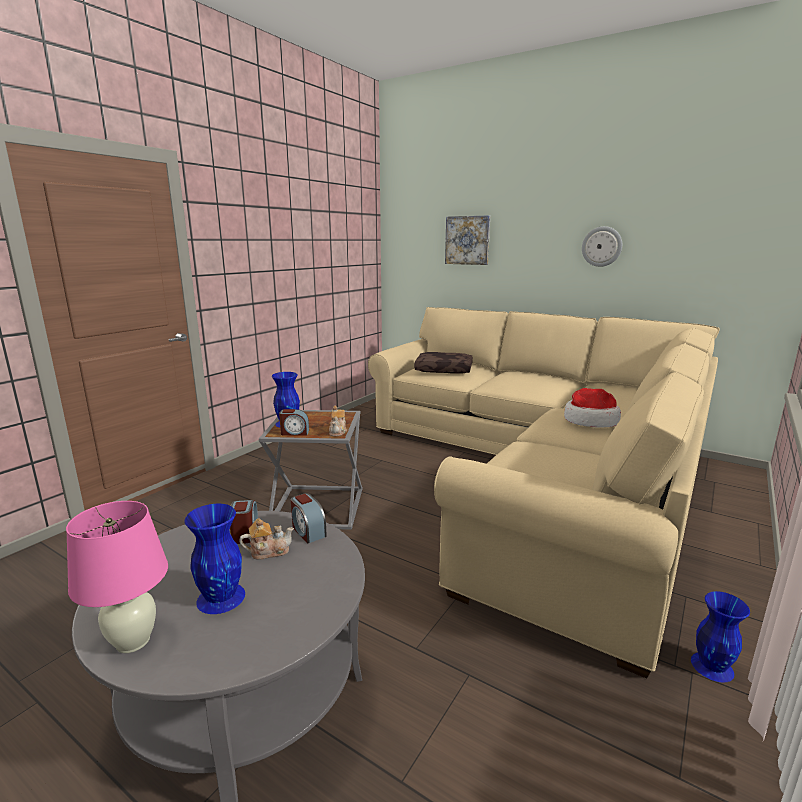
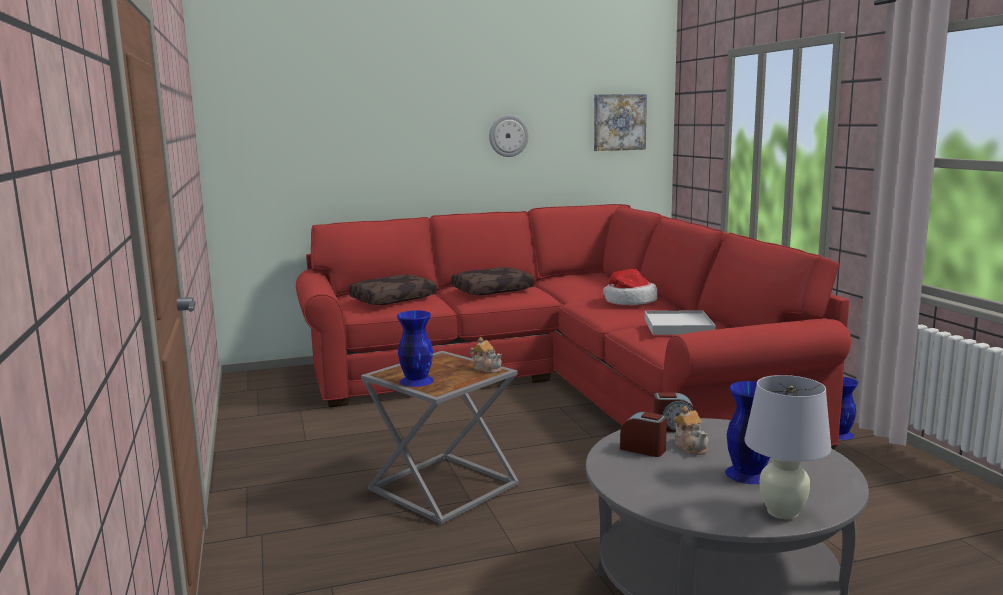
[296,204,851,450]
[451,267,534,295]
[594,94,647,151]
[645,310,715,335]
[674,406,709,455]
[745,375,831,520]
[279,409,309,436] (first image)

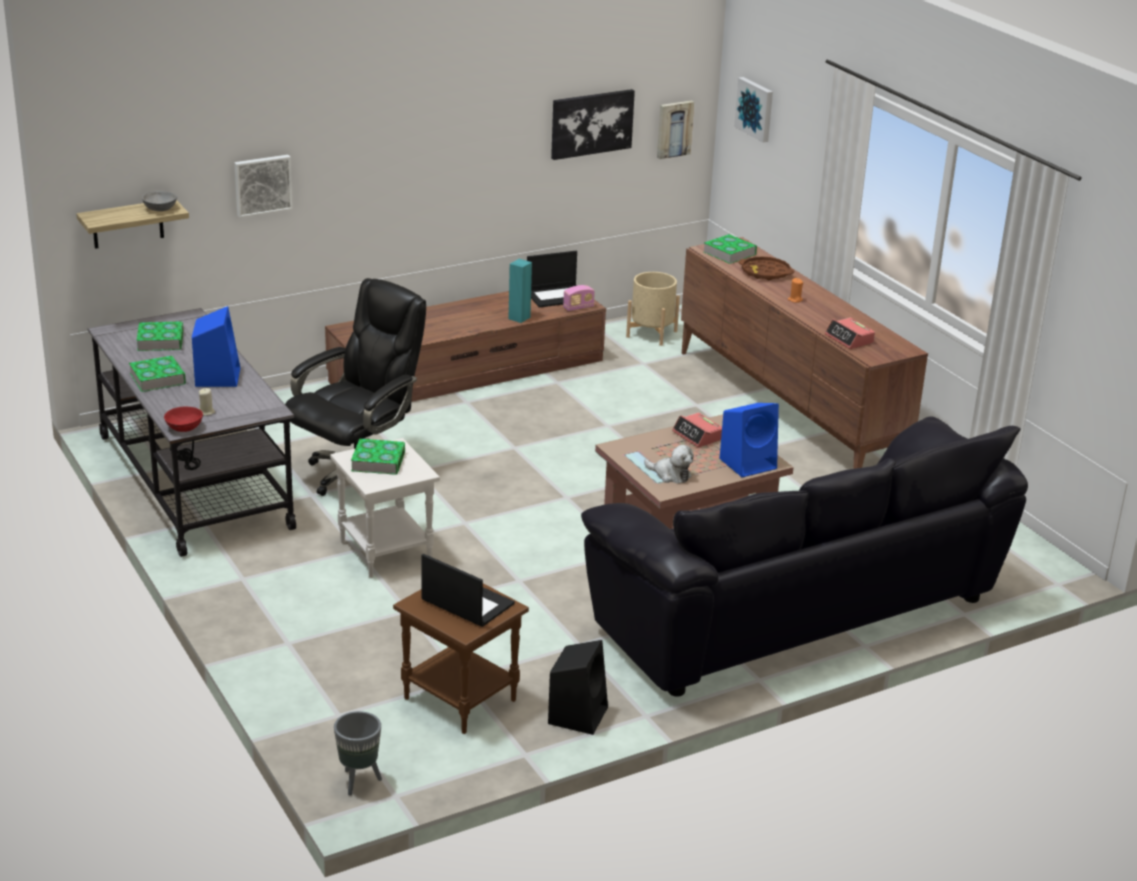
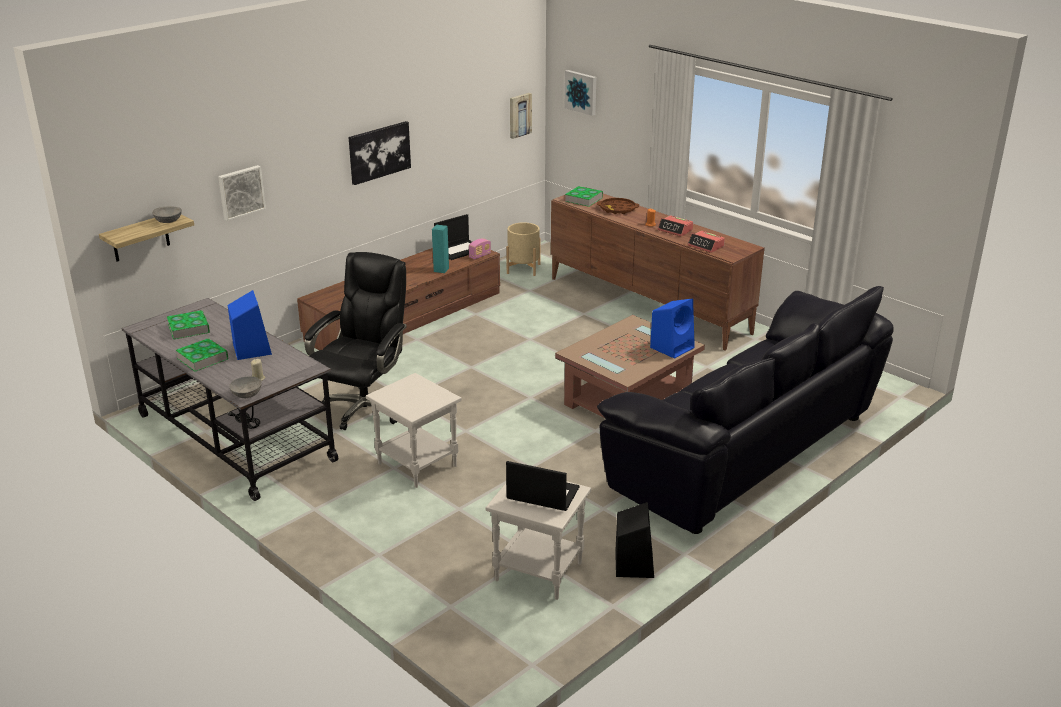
[229,376,262,398]
[348,121,411,185]
[485,481,591,600]
[657,215,693,236]
[334,711,382,796] (first image)
[351,439,405,475] (first image)
[644,445,694,484] (first image)

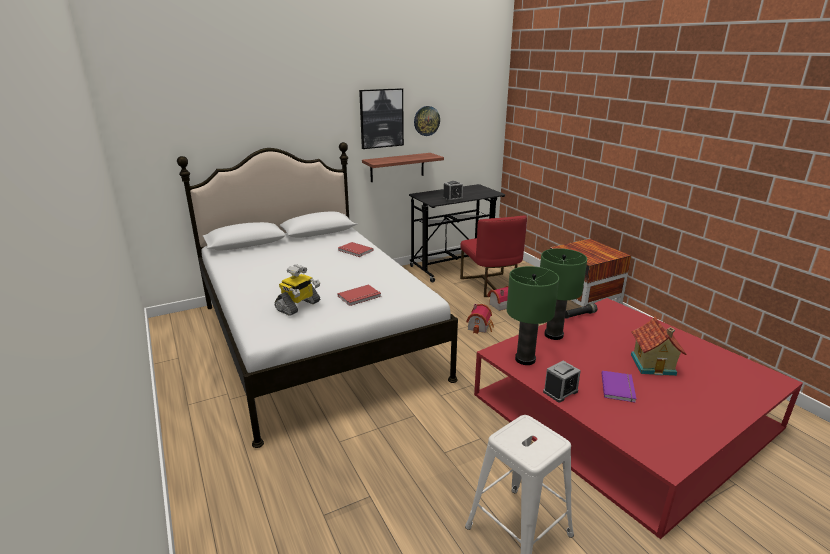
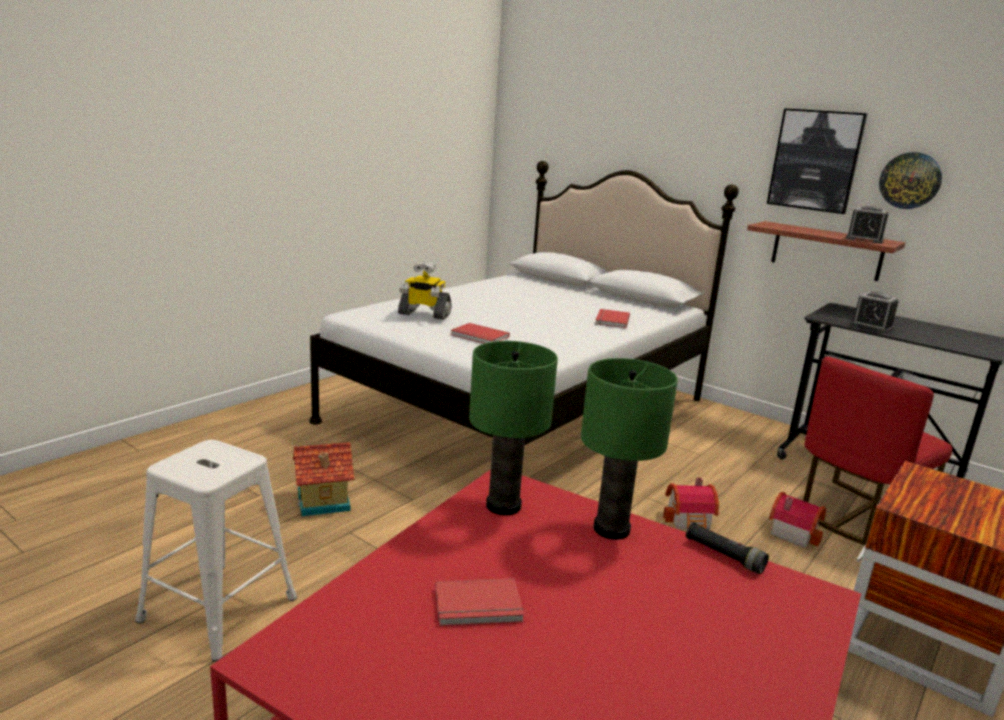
[293,442,355,516]
[435,578,524,626]
[846,206,889,244]

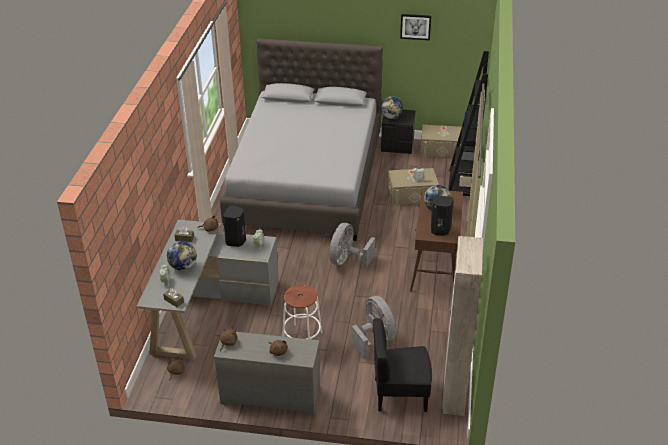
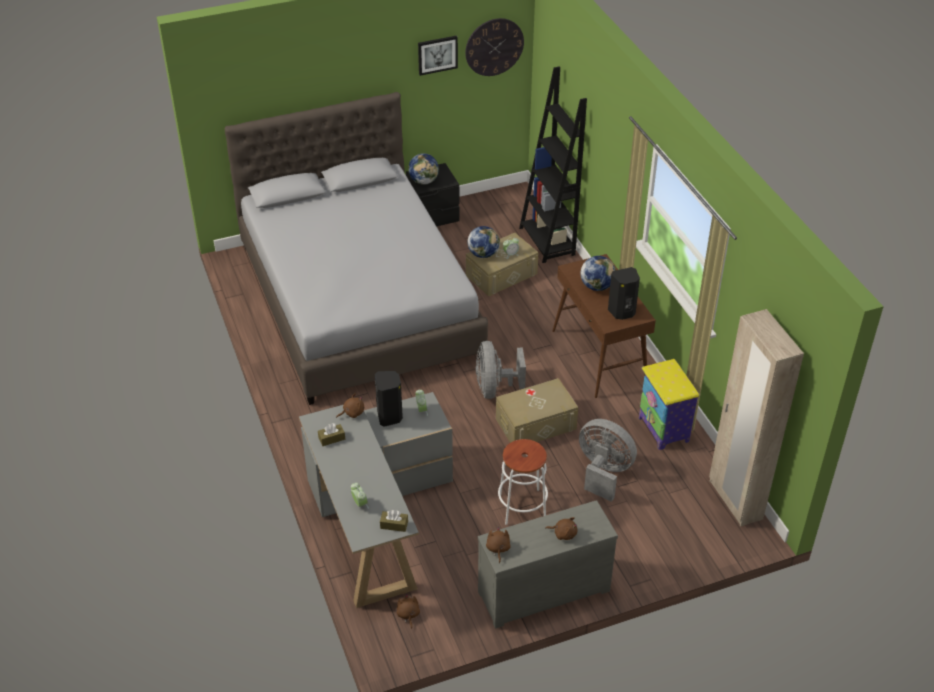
[465,18,524,76]
[468,226,500,258]
[496,378,578,443]
[639,359,700,450]
[373,318,432,412] (first image)

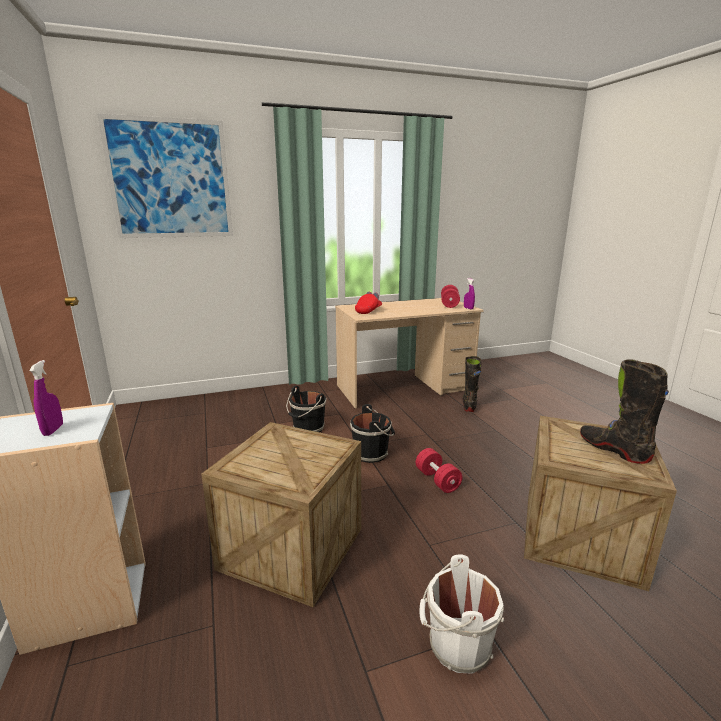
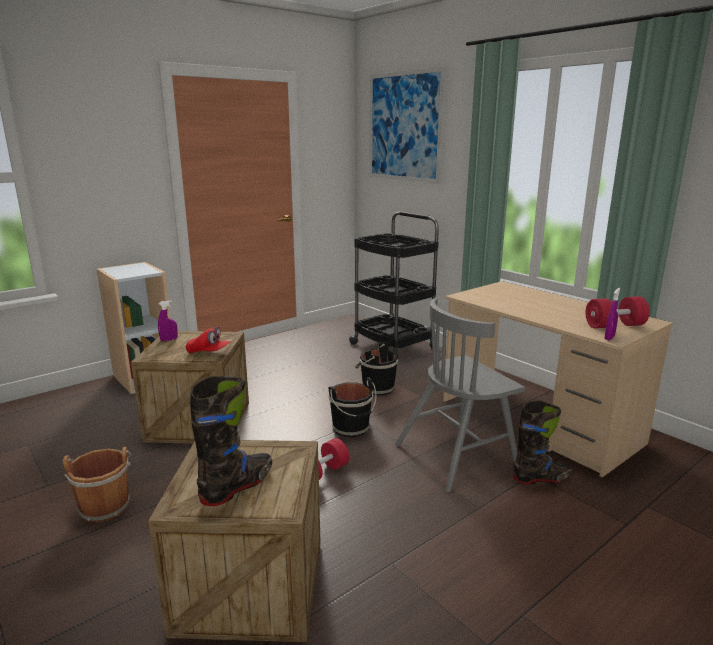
[62,447,131,522]
[158,300,178,341]
[186,327,230,353]
[349,211,439,356]
[395,298,525,492]

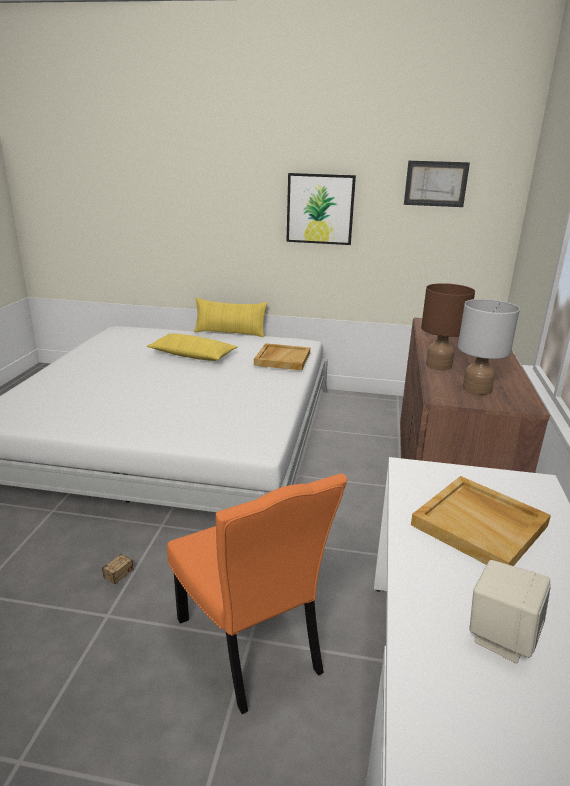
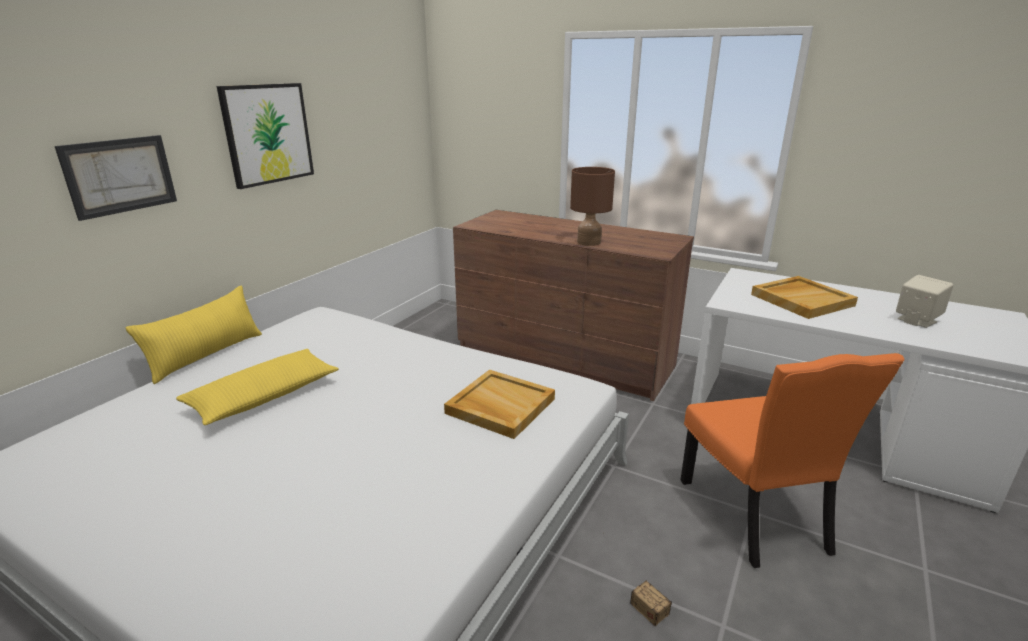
[55,135,177,221]
[444,370,555,439]
[680,353,904,568]
[458,299,520,395] (first image)

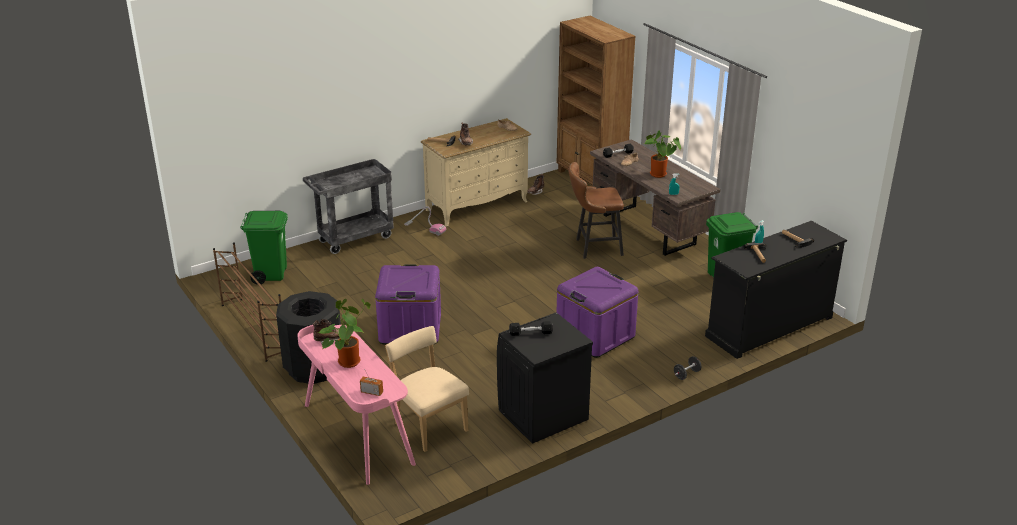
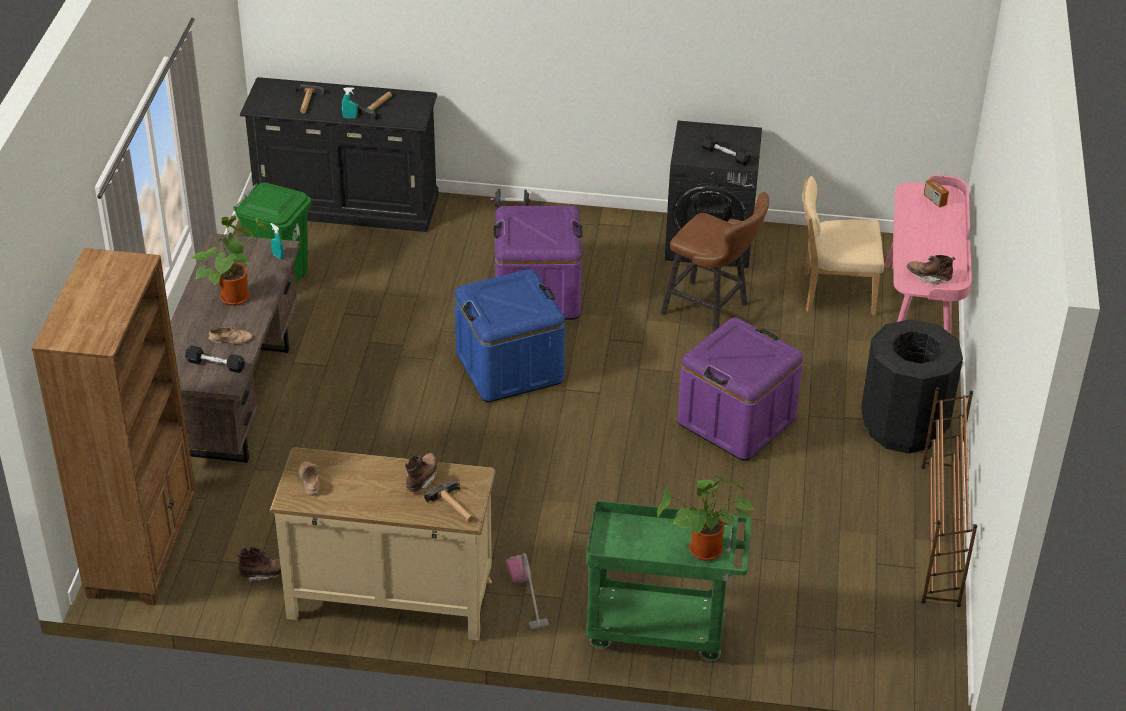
[454,269,565,402]
[586,501,752,661]
[657,475,754,561]
[661,192,769,332]
[803,176,884,316]
[240,211,288,285] (first image)

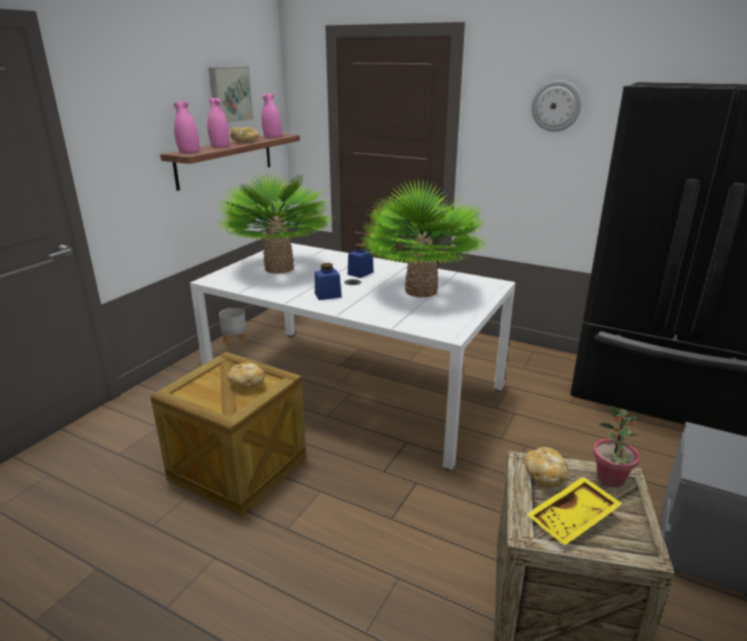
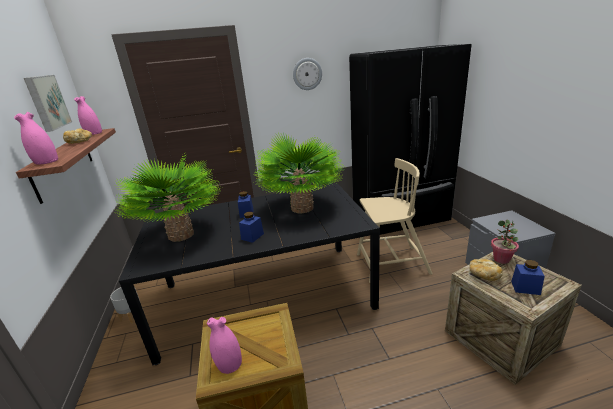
[119,183,380,365]
[207,317,242,374]
[357,158,433,283]
[511,260,545,295]
[227,362,265,389] (first image)

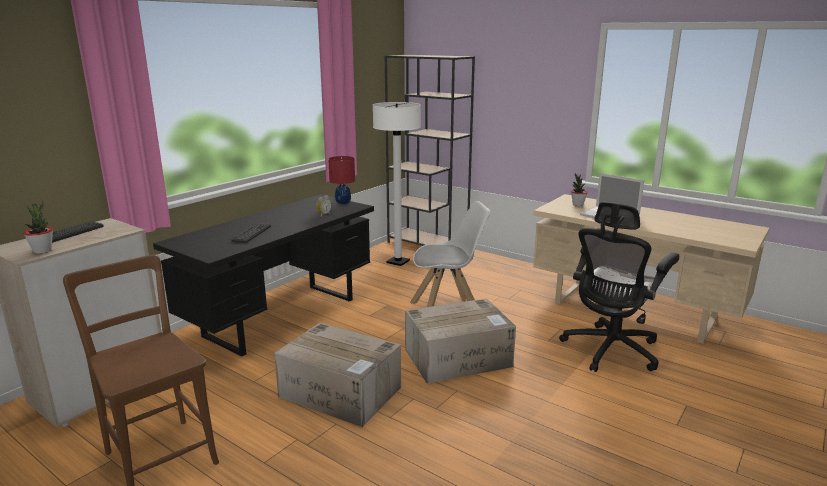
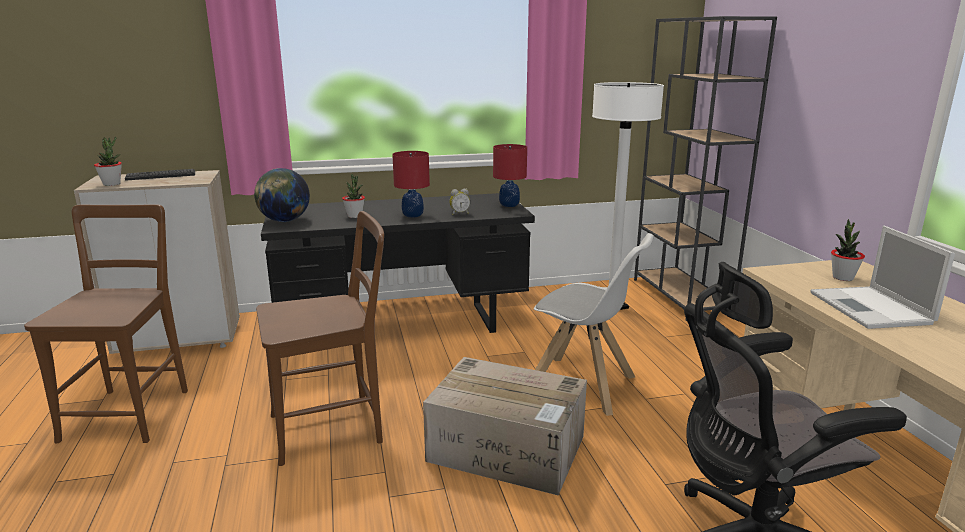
[254,168,310,222]
[256,211,384,466]
[342,174,365,218]
[392,151,430,218]

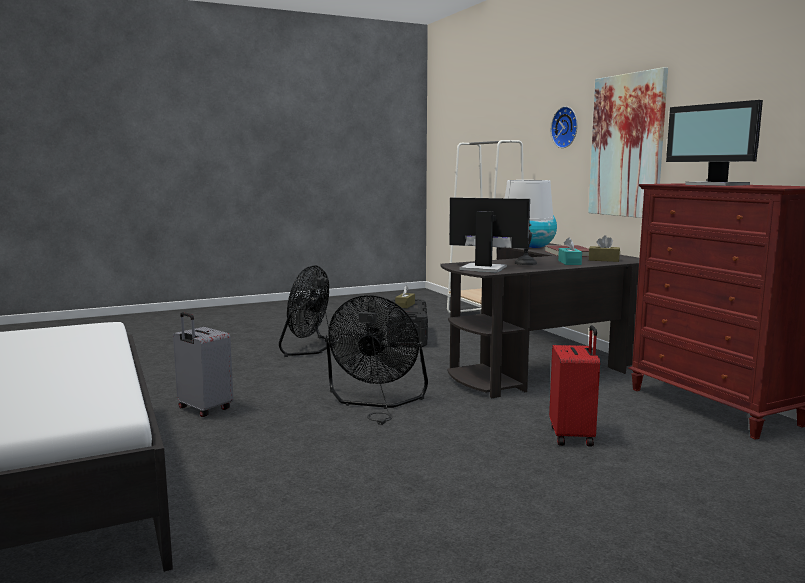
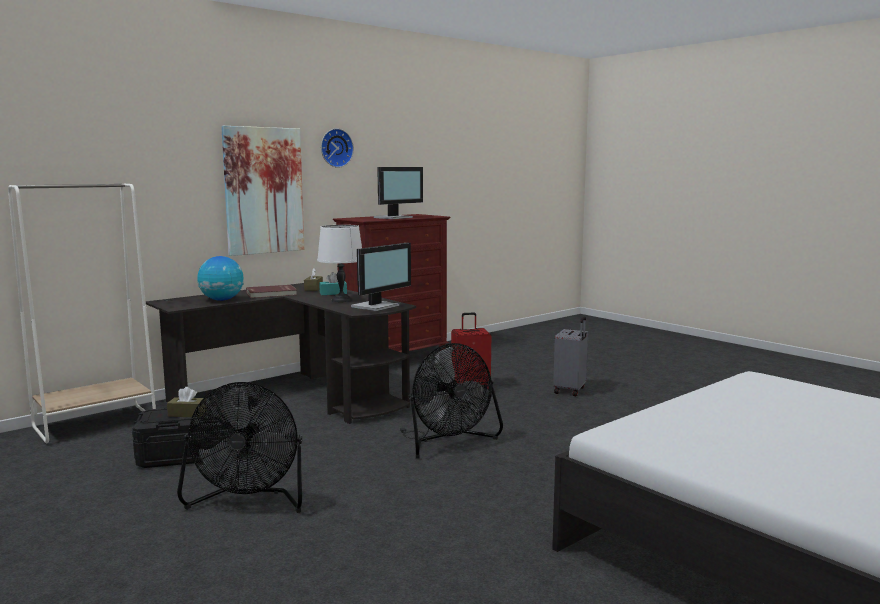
[321,128,354,168]
[351,243,411,311]
[400,343,503,459]
[553,317,588,396]

